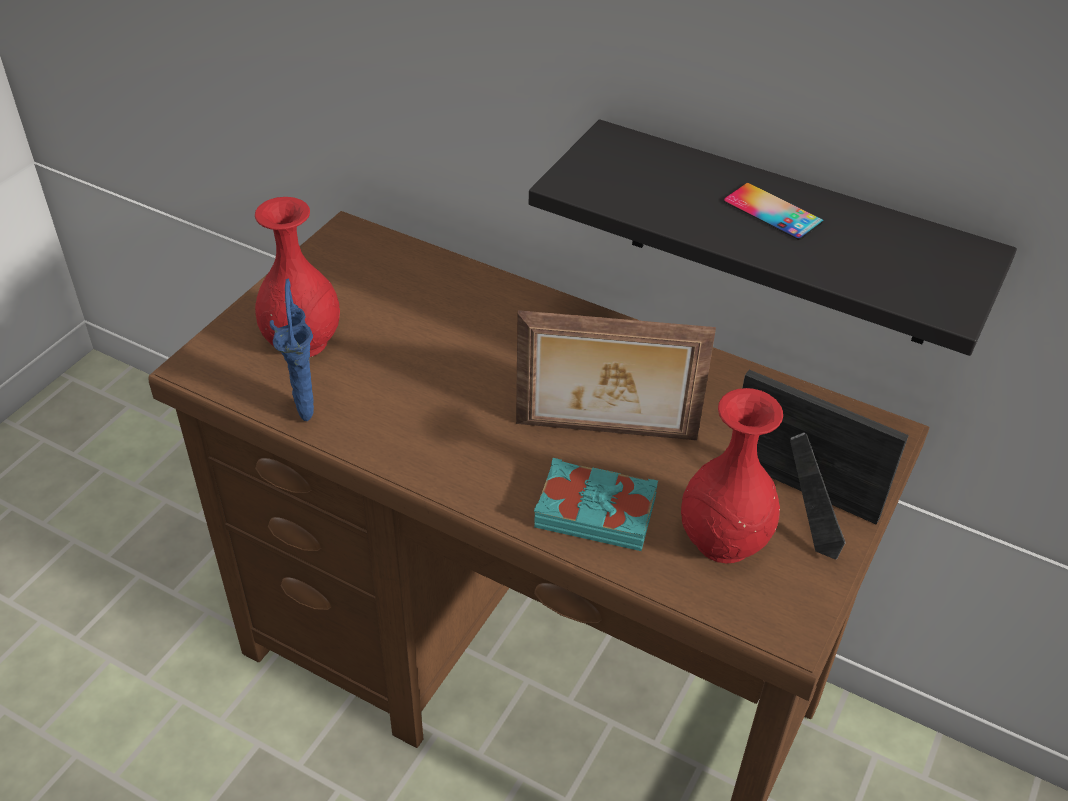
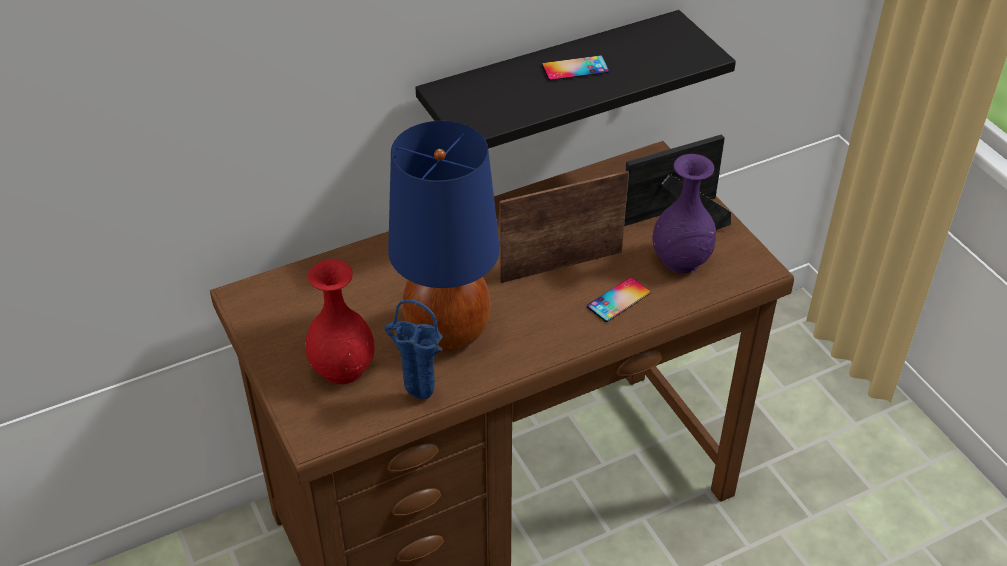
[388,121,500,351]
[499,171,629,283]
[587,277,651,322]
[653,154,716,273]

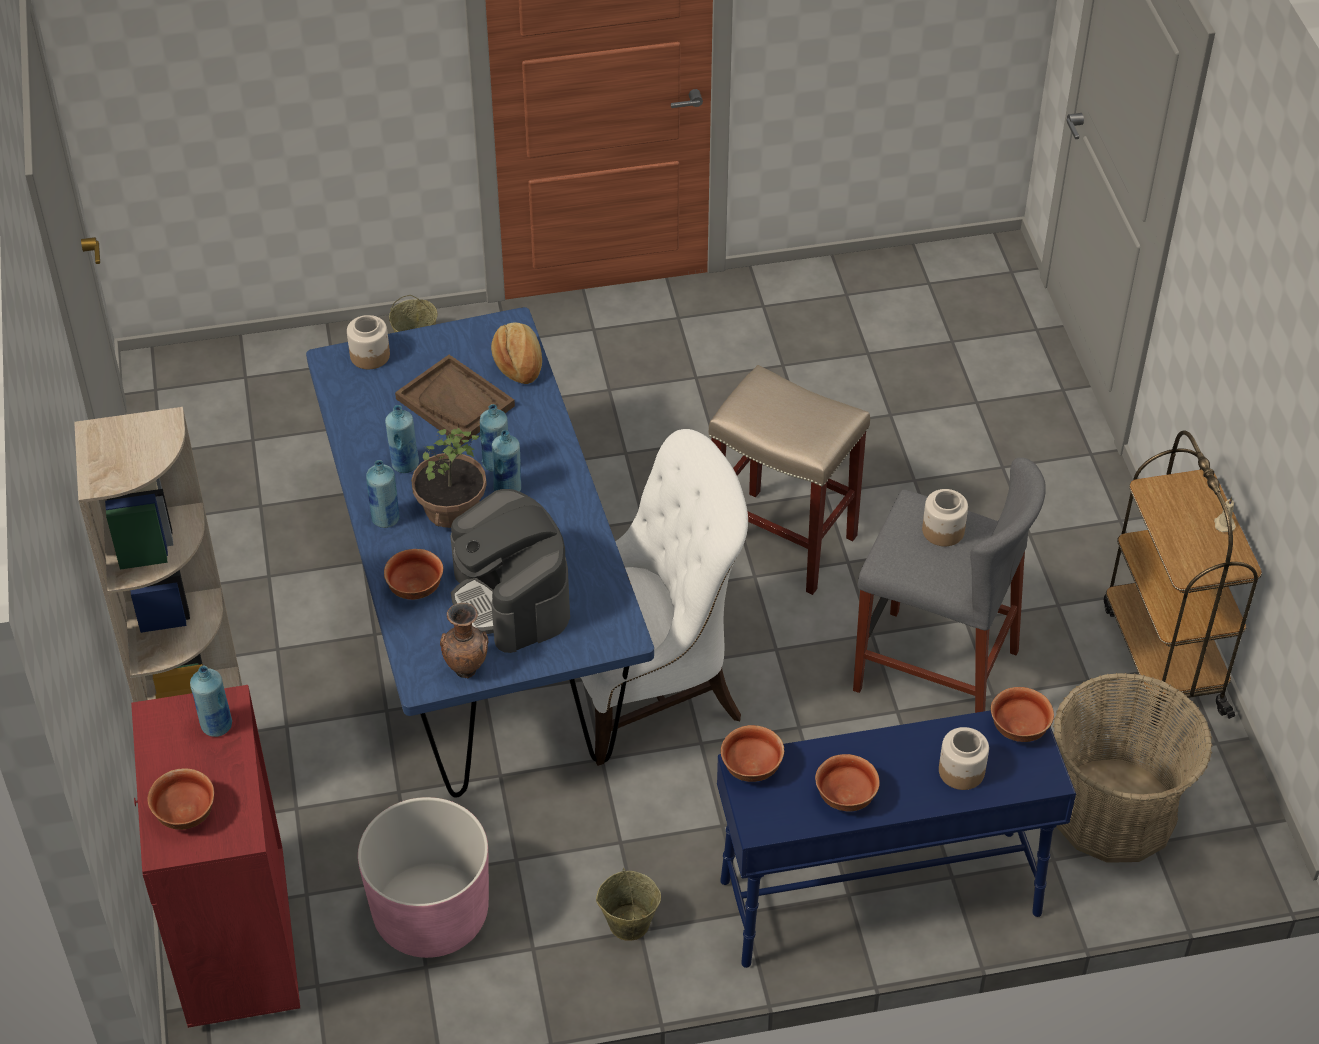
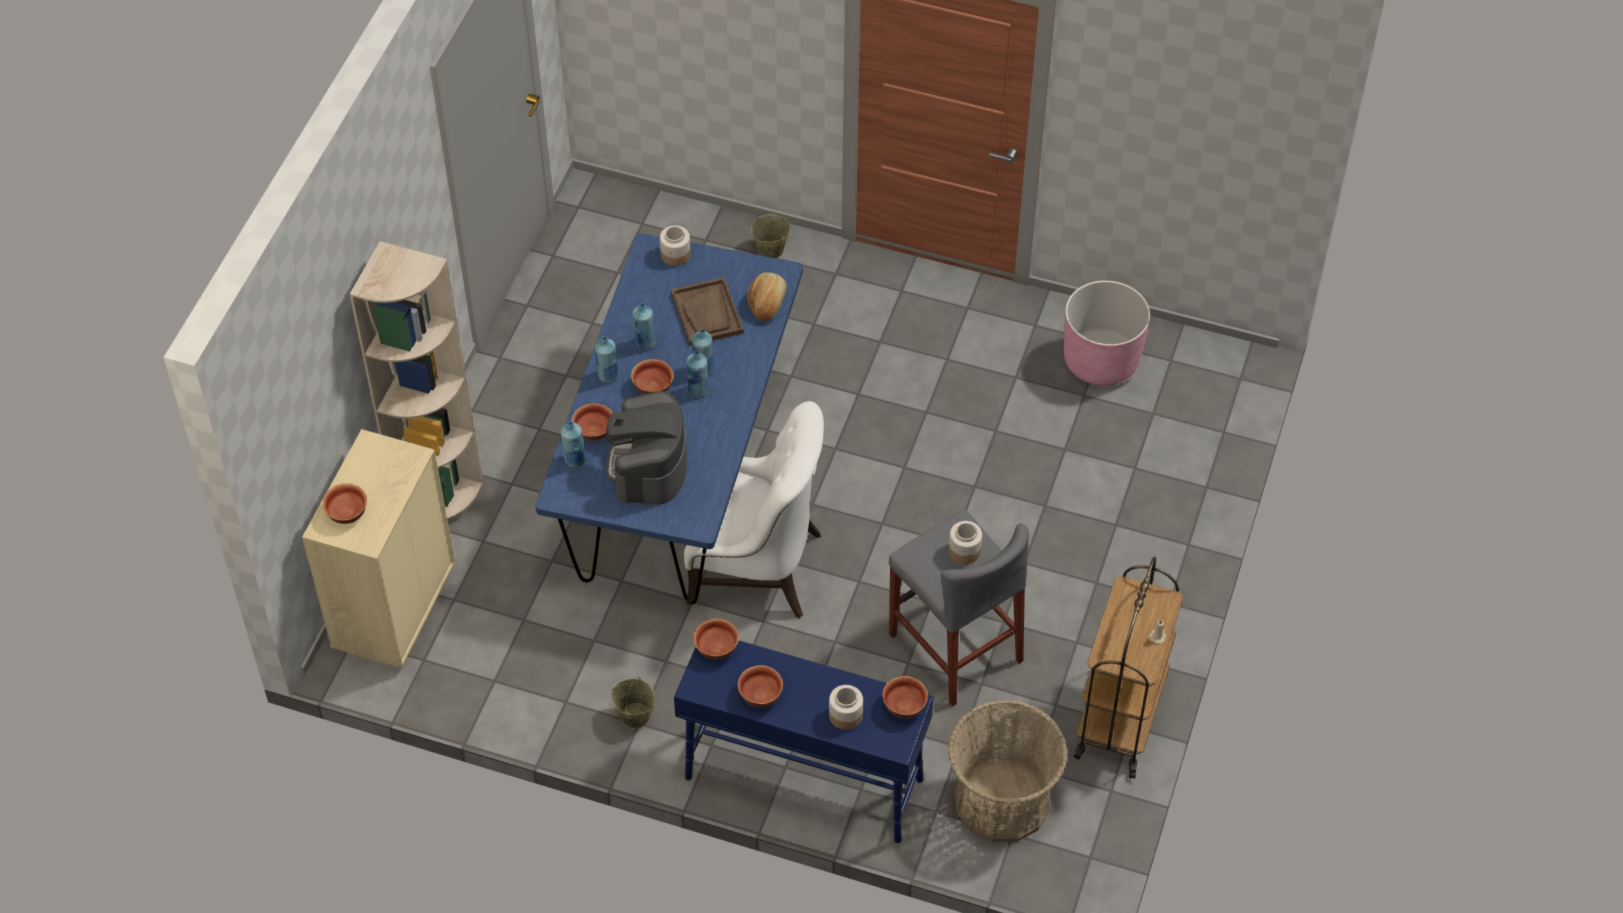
[302,429,455,668]
[561,421,586,467]
[631,359,674,394]
[1064,280,1150,386]
[440,603,488,678] (first image)
[709,365,870,595] (first image)

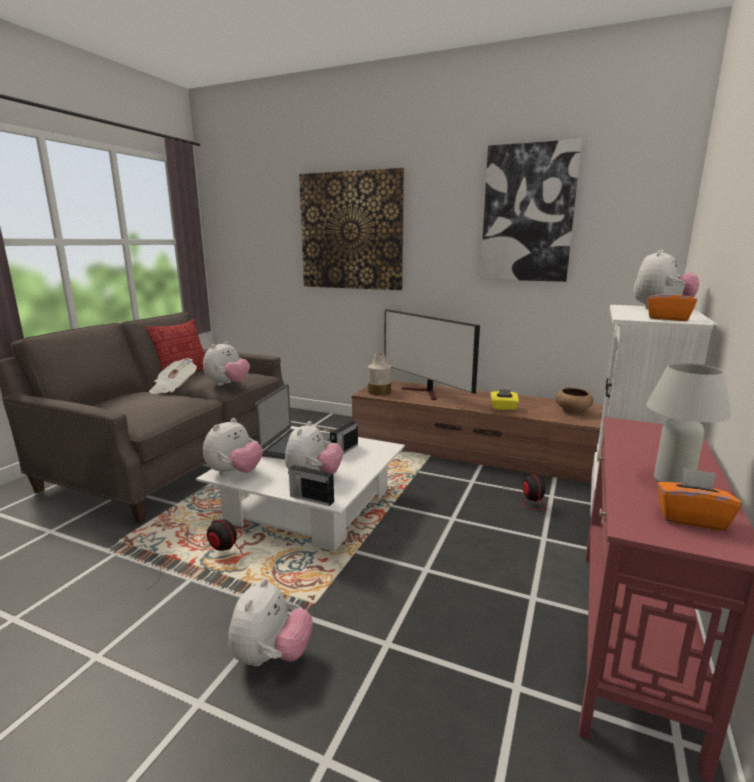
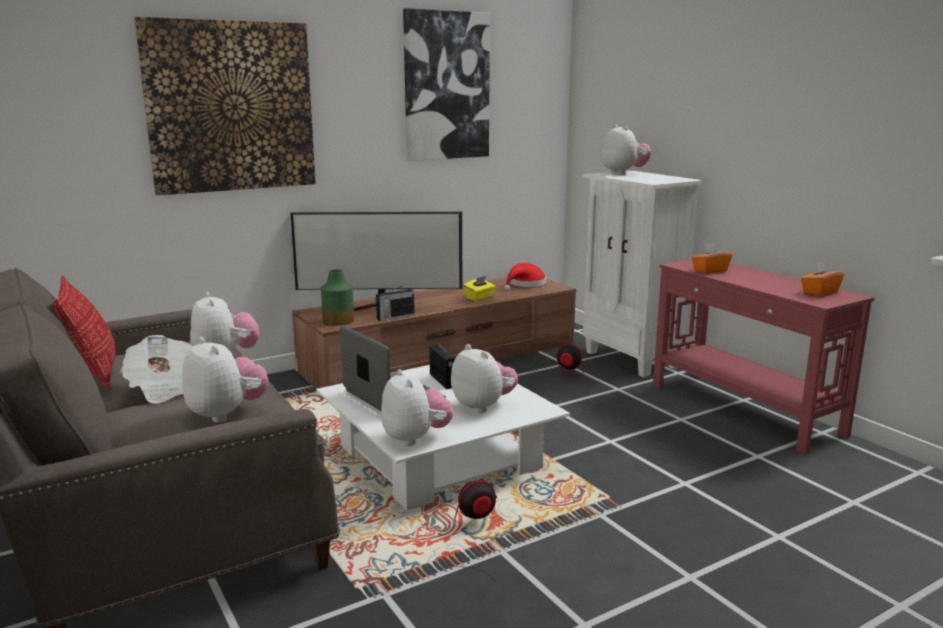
[182,337,269,423]
[321,269,354,325]
[375,285,415,321]
[504,263,546,291]
[692,243,732,274]
[646,363,731,483] (first image)

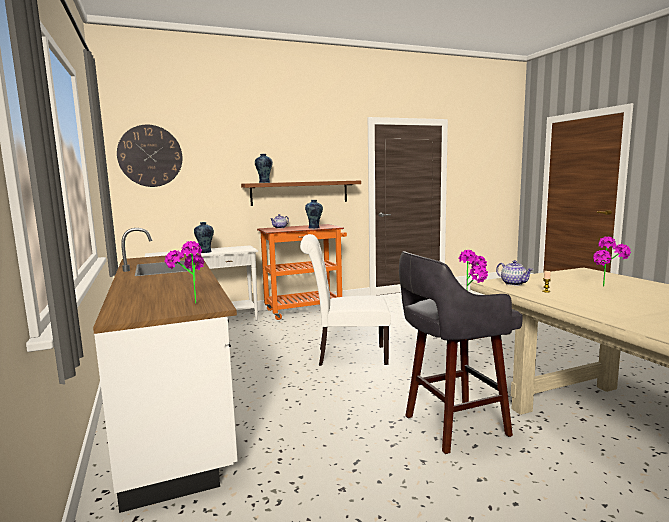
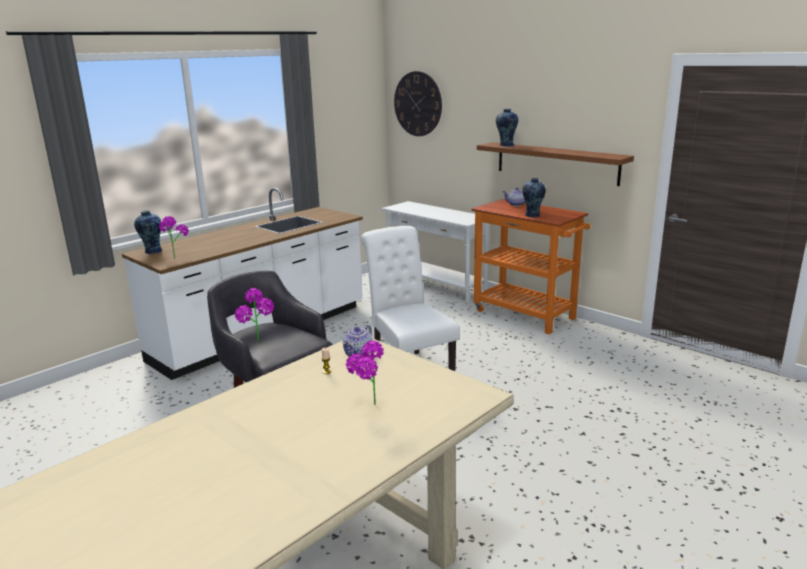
[134,210,162,254]

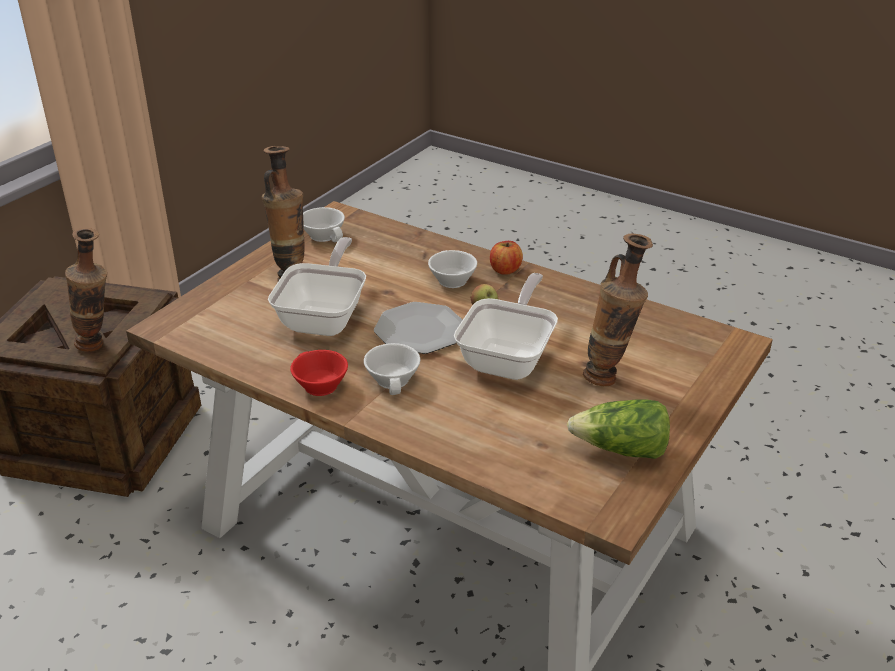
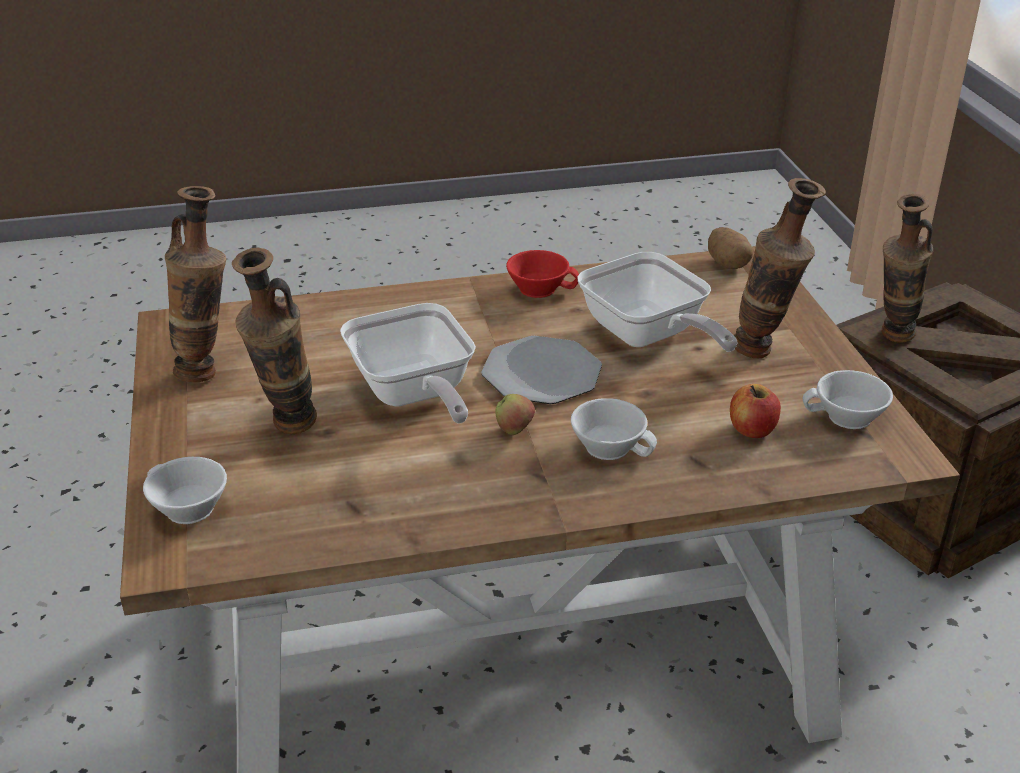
[143,457,227,524]
[165,186,226,382]
[708,227,753,269]
[730,384,781,438]

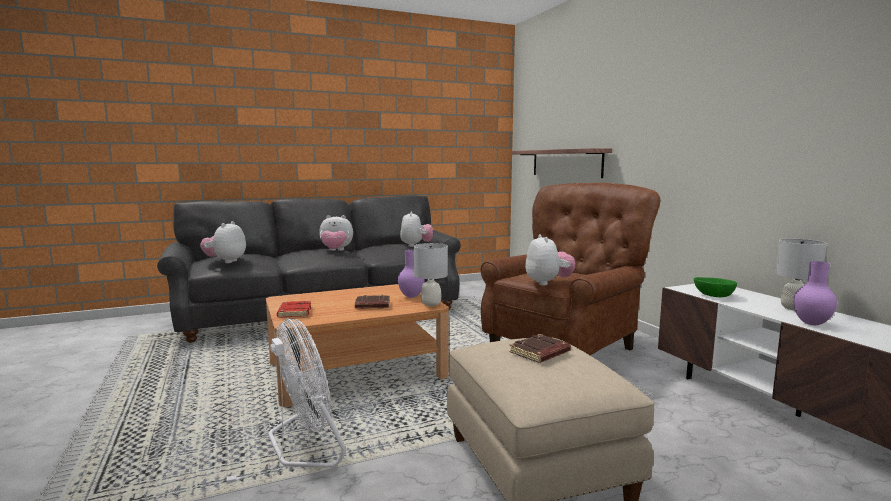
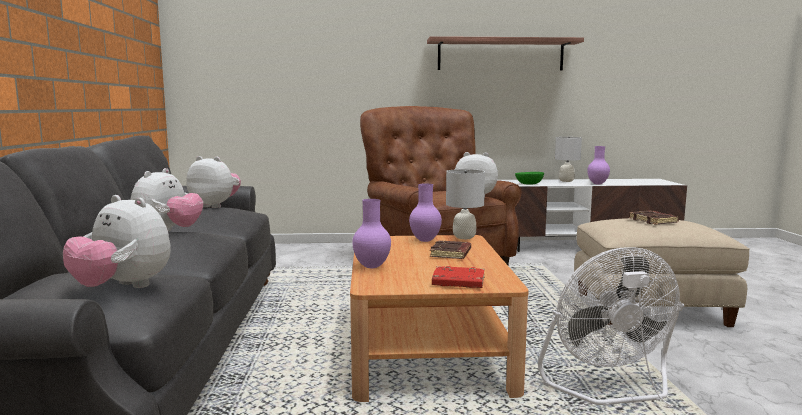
[352,199,391,268]
[427,36,584,70]

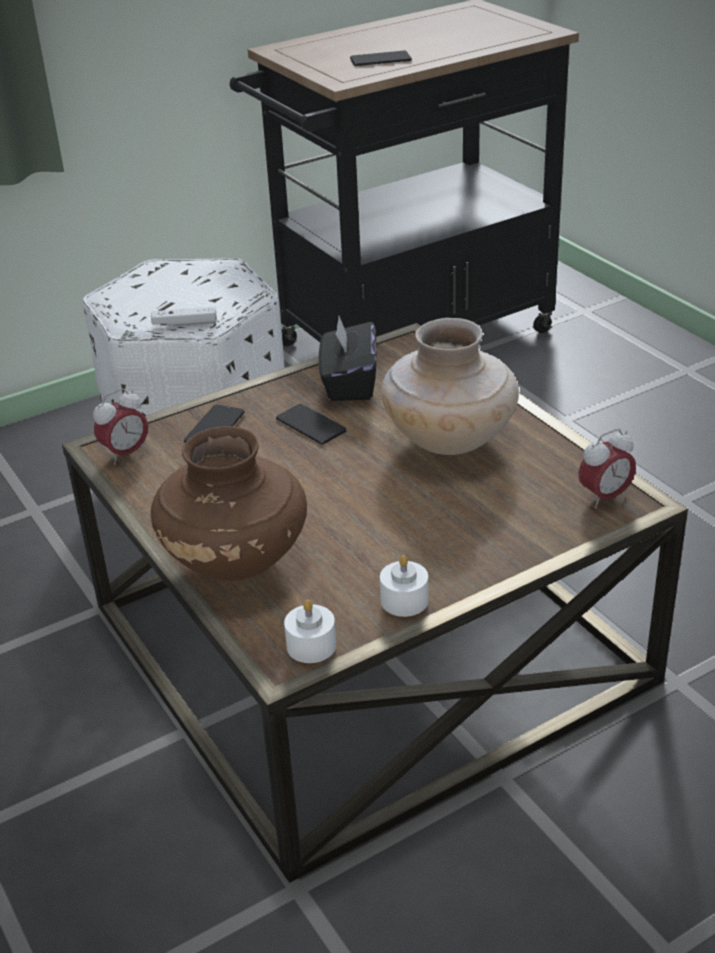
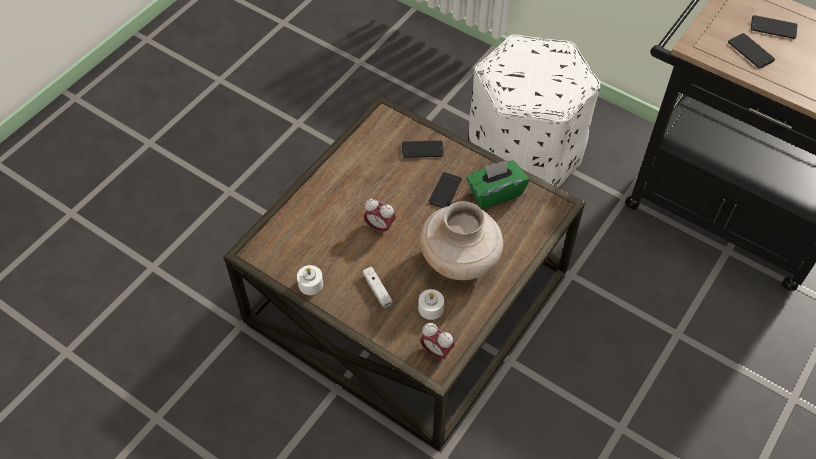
[363,199,396,235]
[363,267,392,308]
[418,289,444,320]
[466,160,529,209]
[751,15,797,39]
[151,426,307,581] (first image)

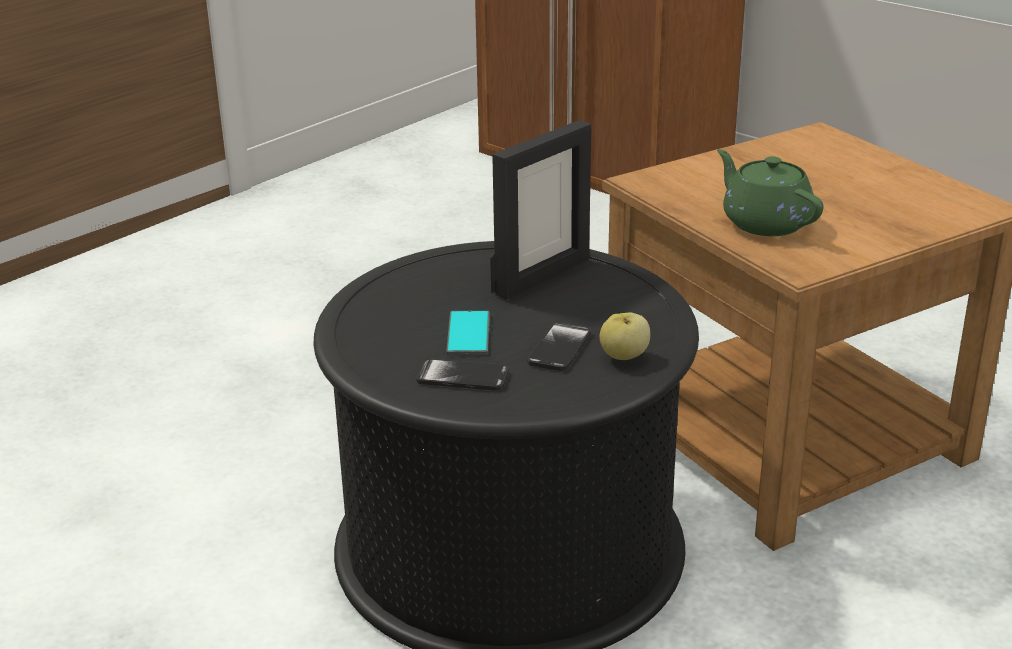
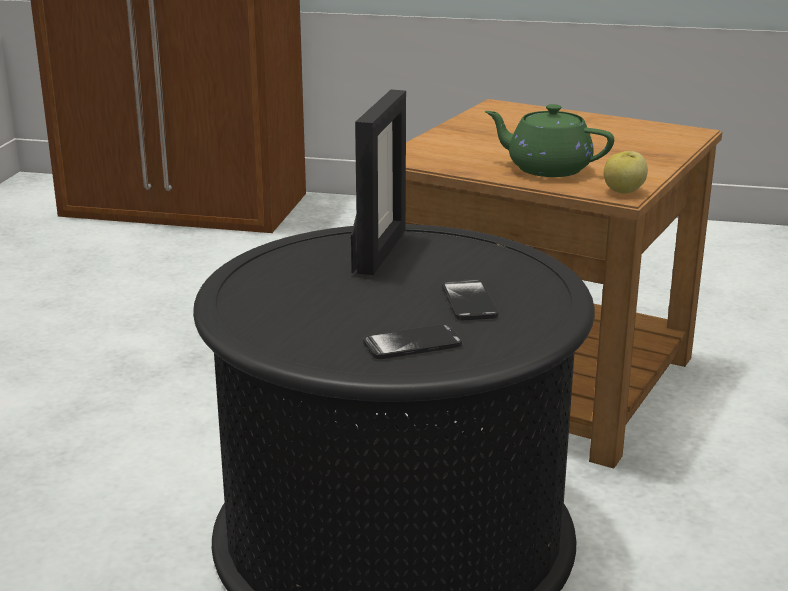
[604,151,648,193]
[446,311,490,356] (first image)

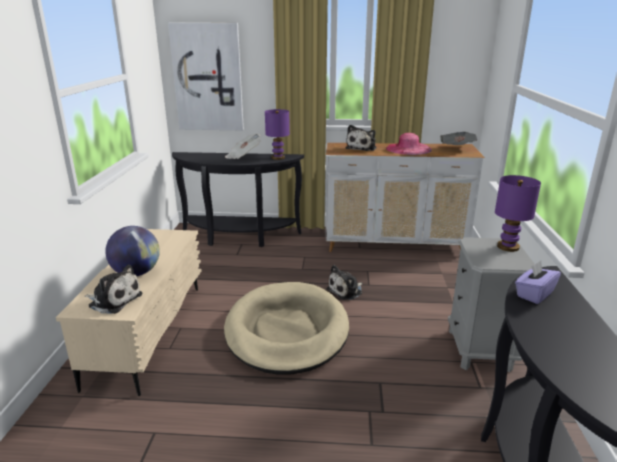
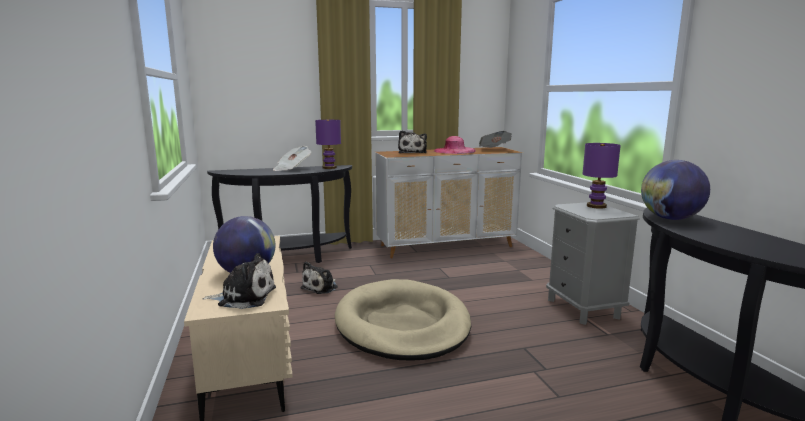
[300,262,338,294]
[641,160,710,220]
[168,23,244,130] (first image)

